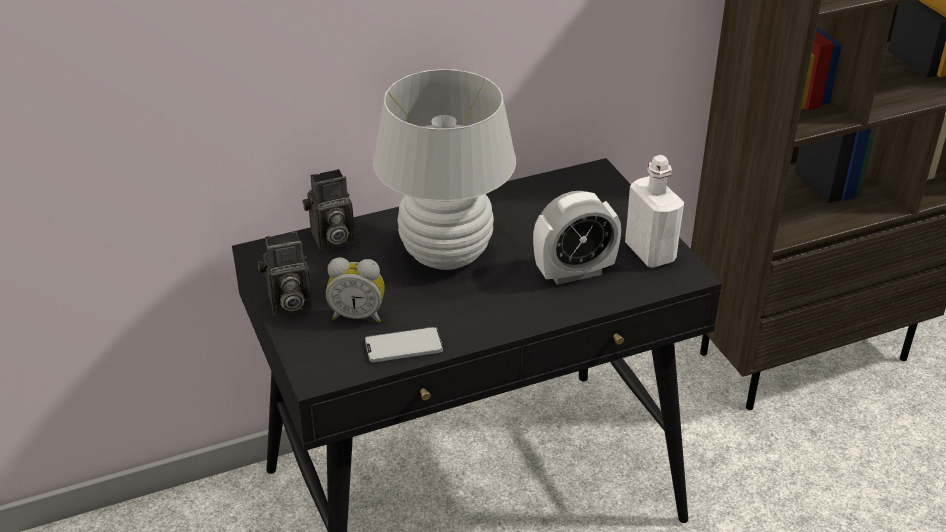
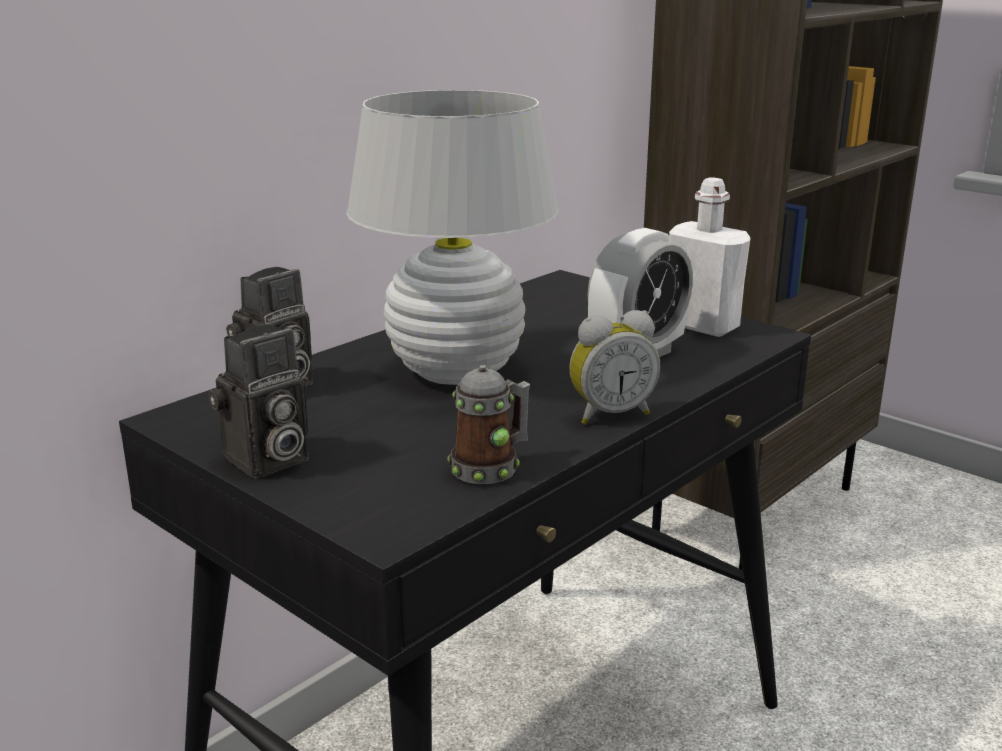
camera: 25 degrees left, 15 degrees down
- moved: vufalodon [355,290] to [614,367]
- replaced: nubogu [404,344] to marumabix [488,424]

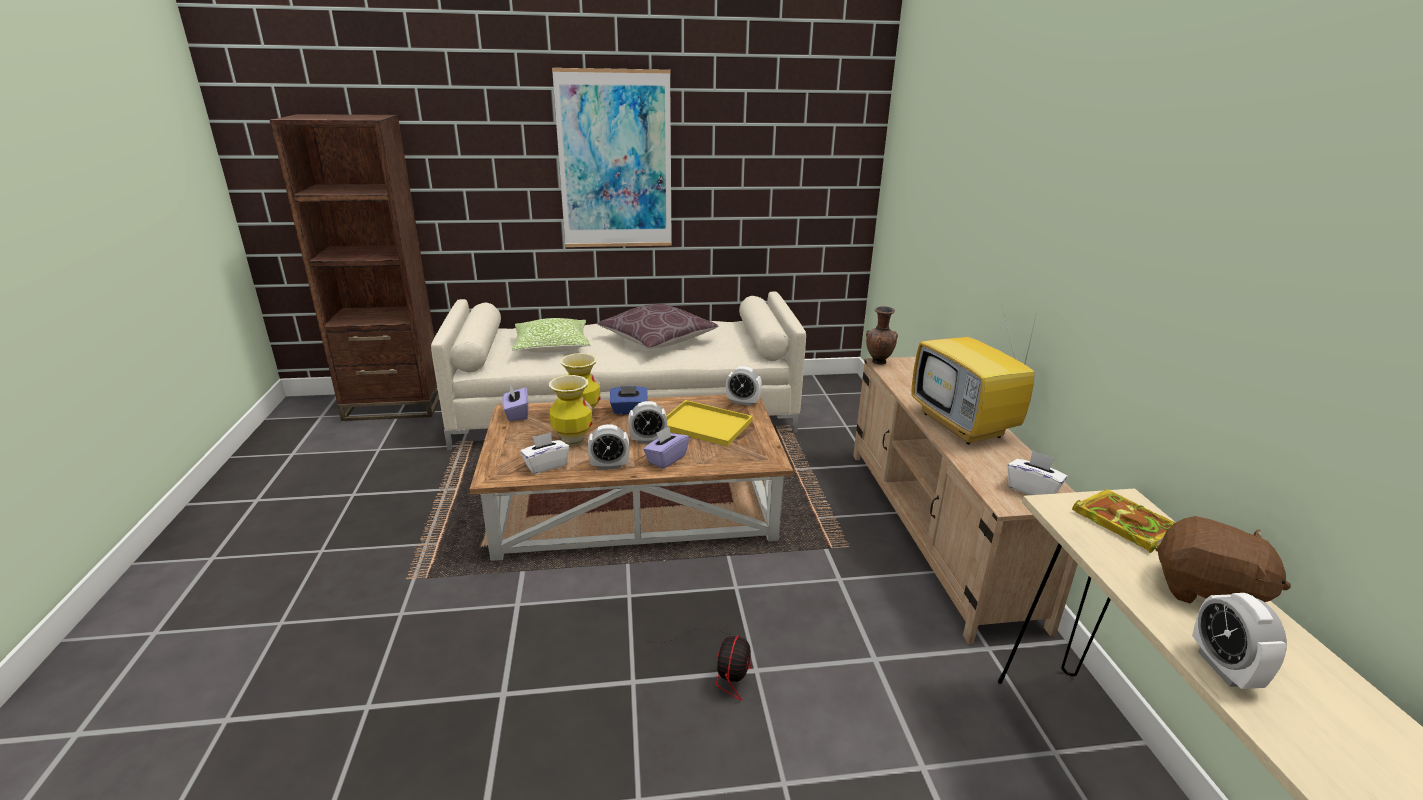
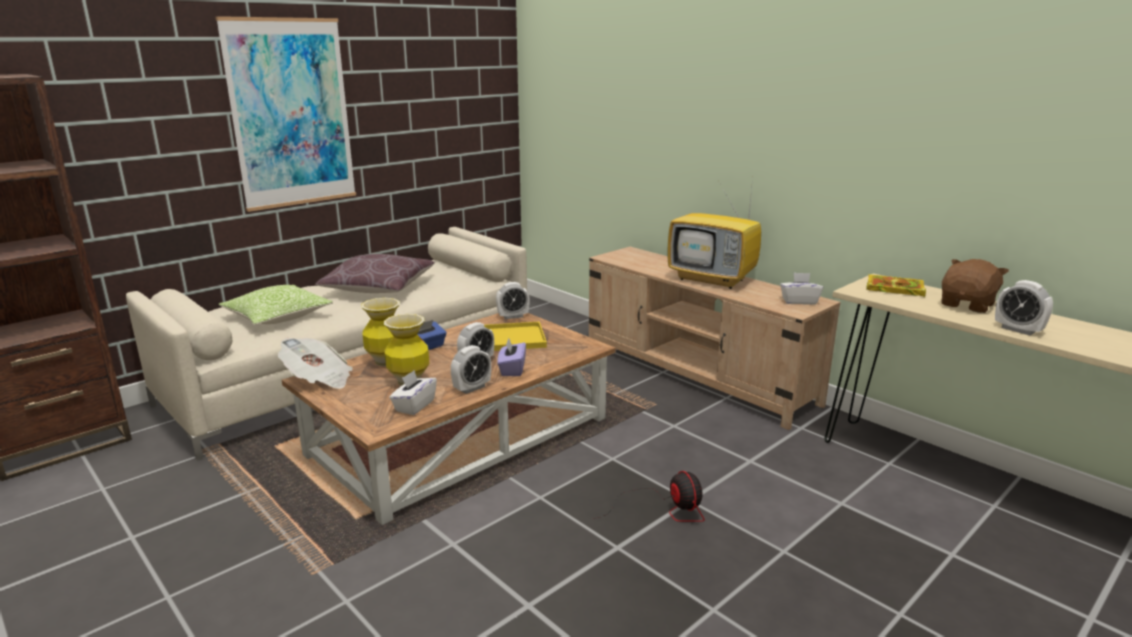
camera: 35 degrees left, 5 degrees down
- removed: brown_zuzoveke [882,335]
- replaced: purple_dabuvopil [515,402] to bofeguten [315,363]
- turned: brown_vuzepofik [1223,559] = [975,286] 45 degrees counterclockwise

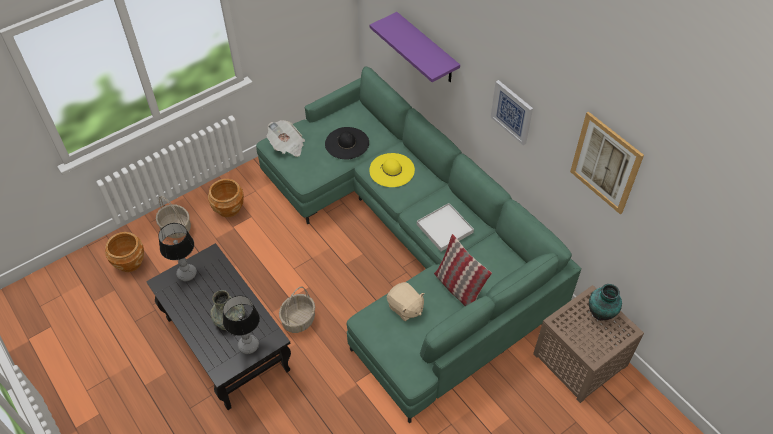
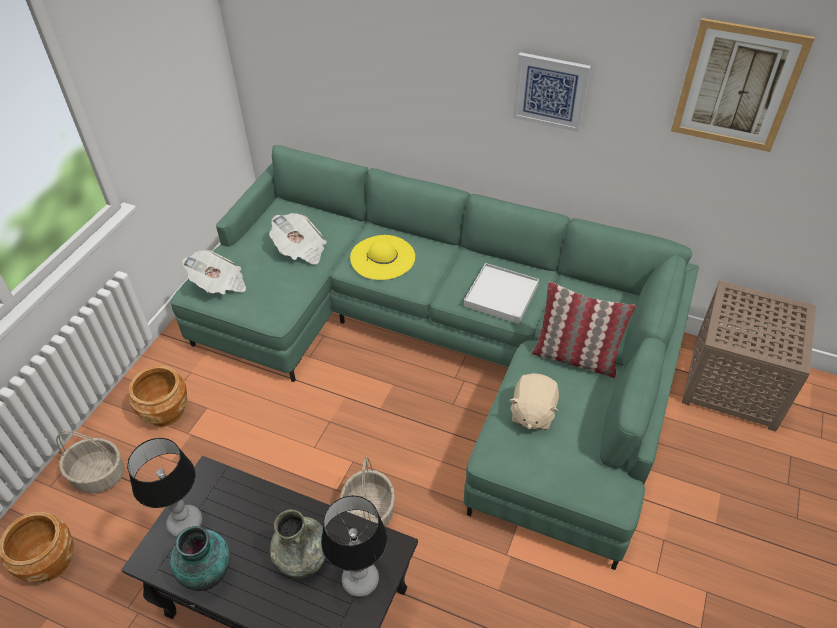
camera: 30 degrees left, 5 degrees down
- removed: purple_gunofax [415,47]
- moved: zuzoveke [605,302] to [200,558]
- replaced: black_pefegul [347,143] to bofeguten [298,239]
- turned: beige_vuzepofik [406,301] = [534,401] 90 degrees clockwise

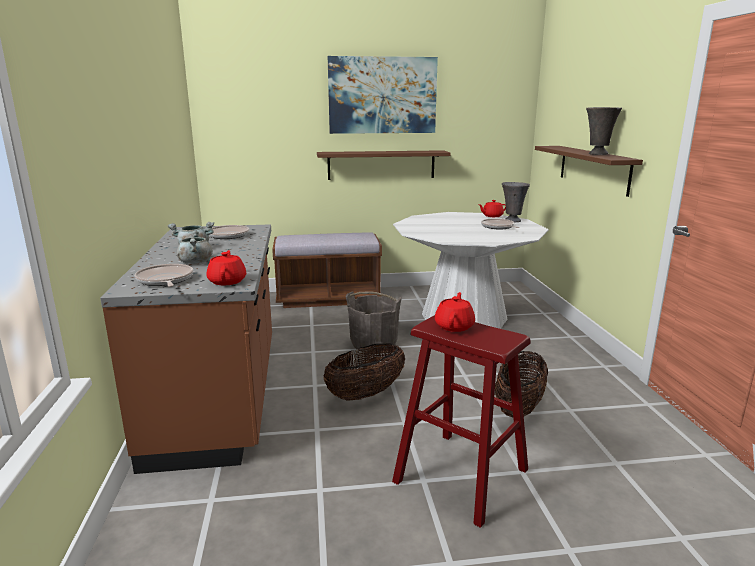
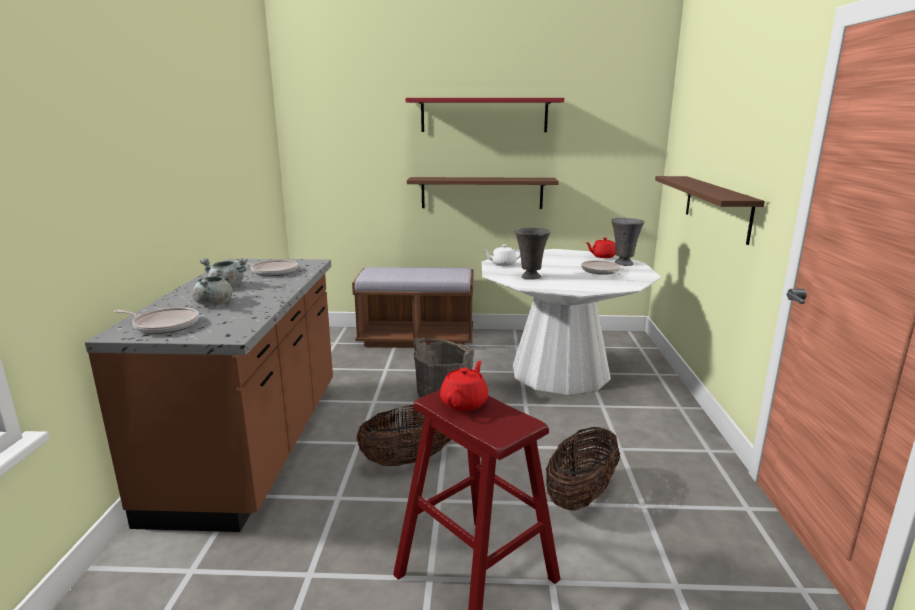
camera: 10 degrees right, 0 degrees up
- removed: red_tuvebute [226,267]
- added: white_tuvebute [502,255]
- moved: grey_zuzoveke [604,131] to [533,253]
- replaced: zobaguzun [383,95] to red_gunofax [484,115]
- turned: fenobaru [164,275] = [156,320] 120 degrees clockwise

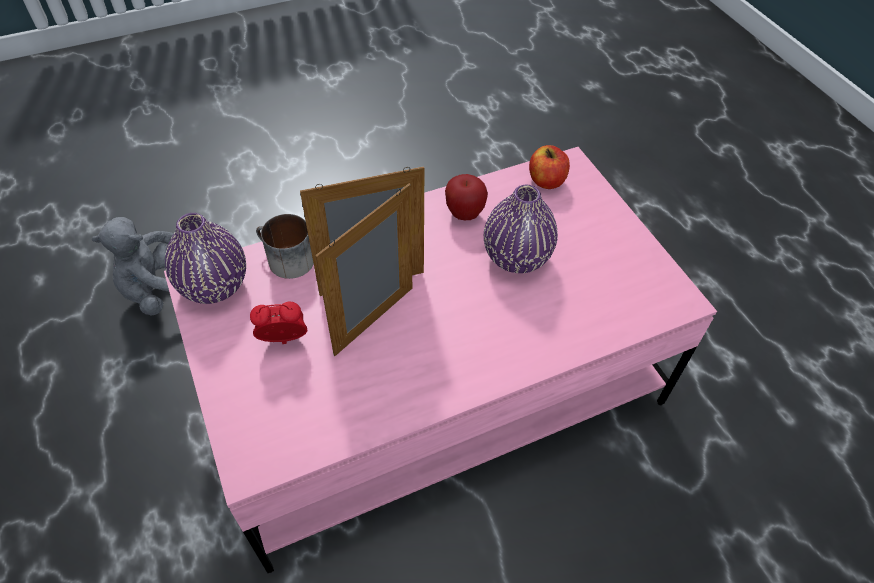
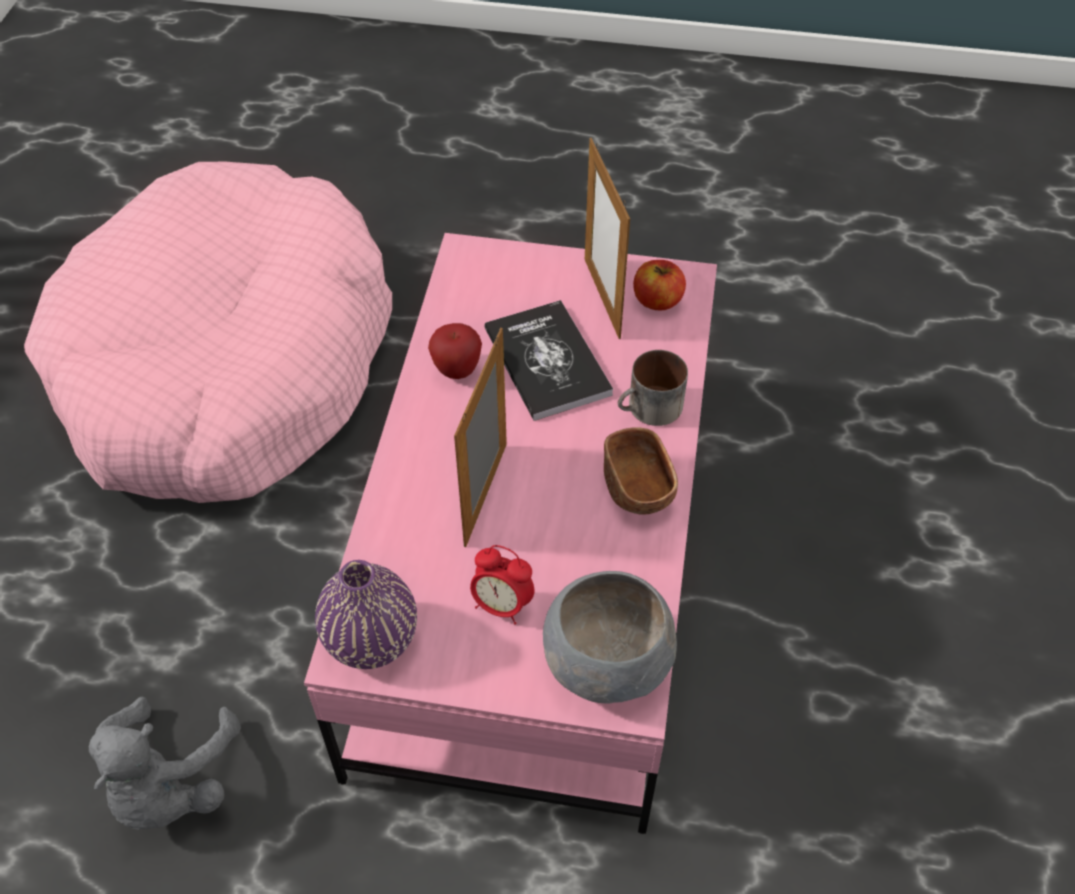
camera: 55 degrees left, 0 degrees up
- added: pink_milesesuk [208,332]
- added: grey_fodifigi [610,637]
- added: brown_fodifigi [641,471]
- moved: marumabix [285,246] to [653,388]
- moved: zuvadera [363,269] to [607,238]
- moved: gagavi [549,167] to [659,285]
- replaced: purple_zuzoveke [521,229] to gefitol [548,360]
- turned: vufalodon [278,323] = [502,585] 90 degrees counterclockwise

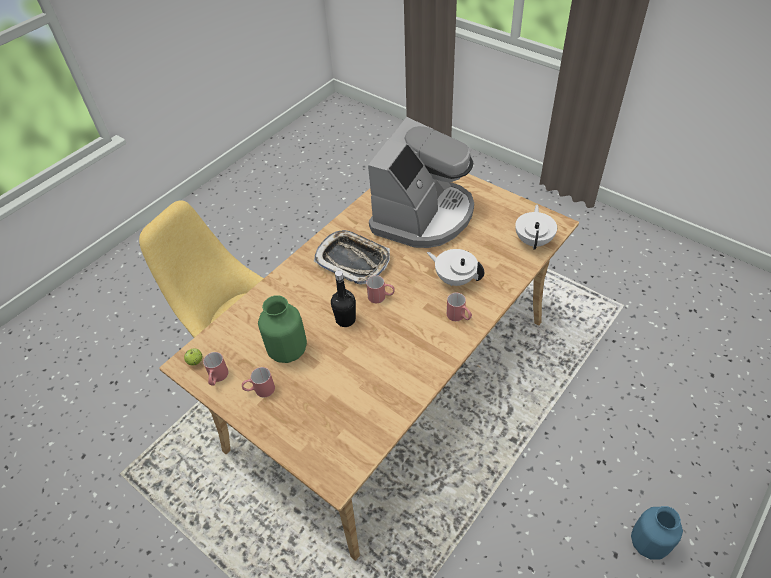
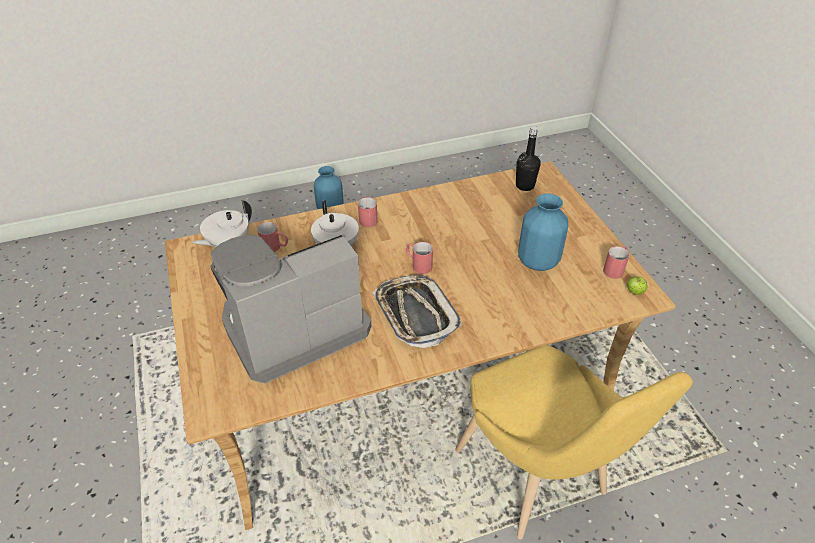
camera: 150 degrees left, 5 degrees down
- moved: red_marumabix [258,382] to [272,237]
- moved: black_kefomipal [343,298] to [528,158]
- recoloured: green_zuzoveke [282,329] to blue_zuzoveke [543,232]

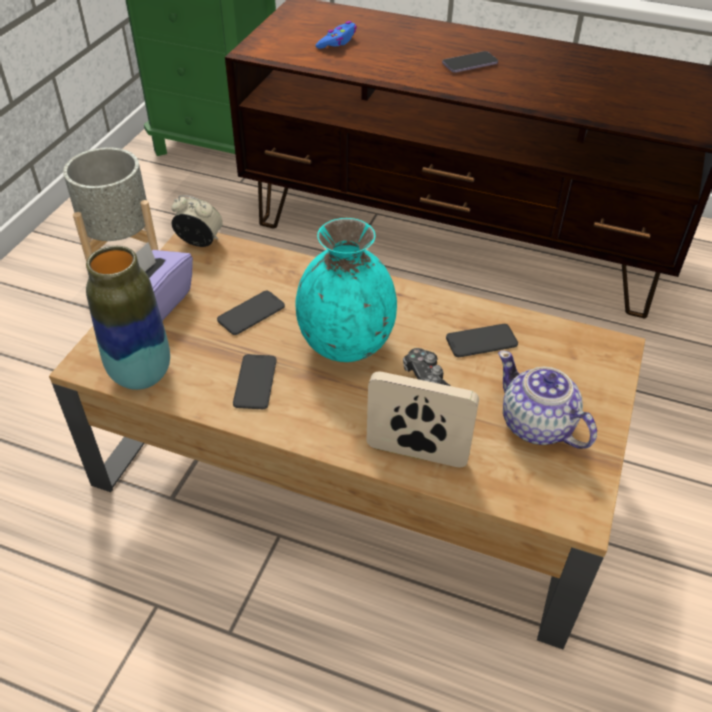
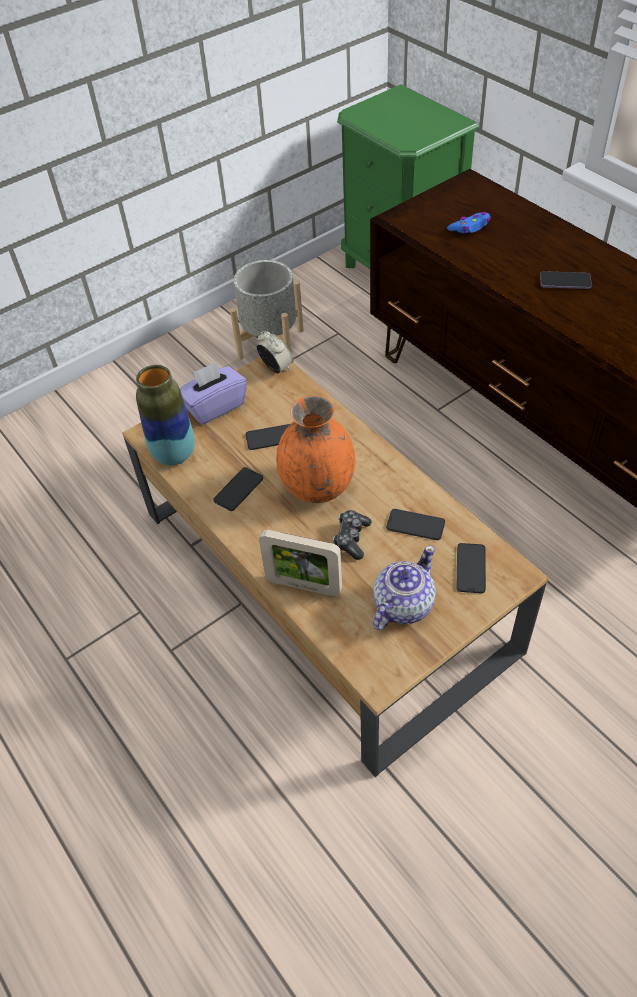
camera: 35 degrees right, 5 degrees up
- added: nubogu [471,568]
- recoloured: turquoise_zuzoveke [346,290] to orange_zuzoveke [315,449]
- turned: zuvadera [423,419] = [300,563] 150 degrees clockwise
- turned: tuvebute [547,400] = [404,587] 45 degrees clockwise

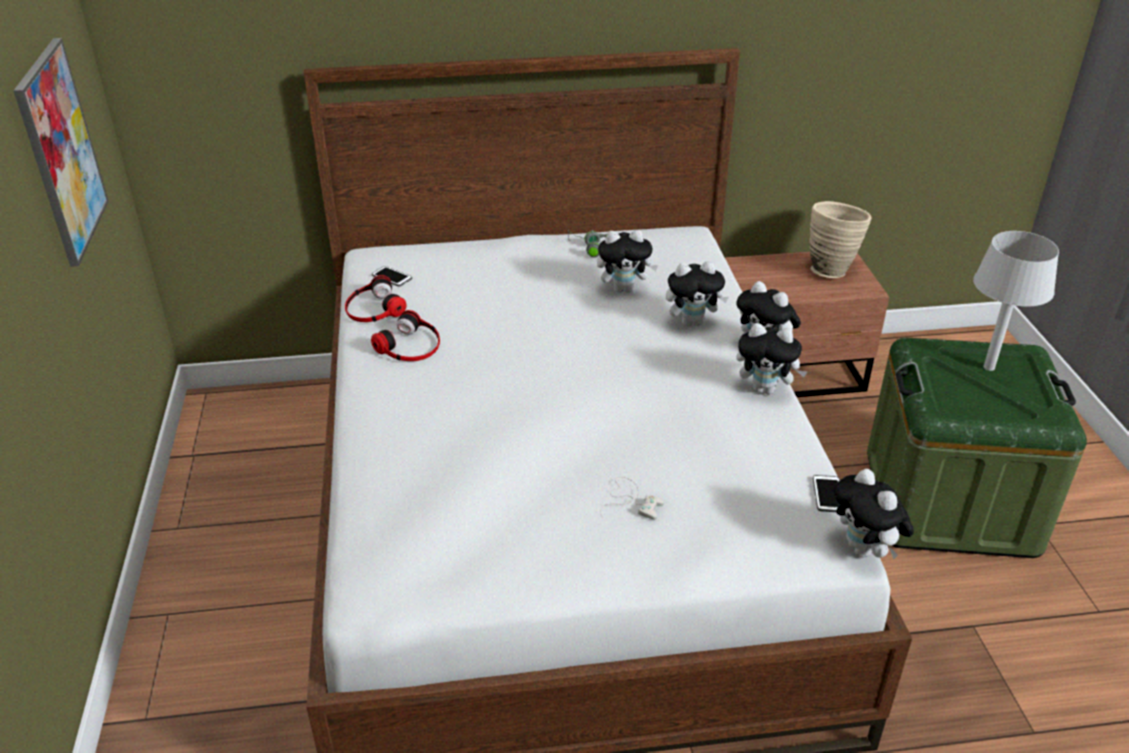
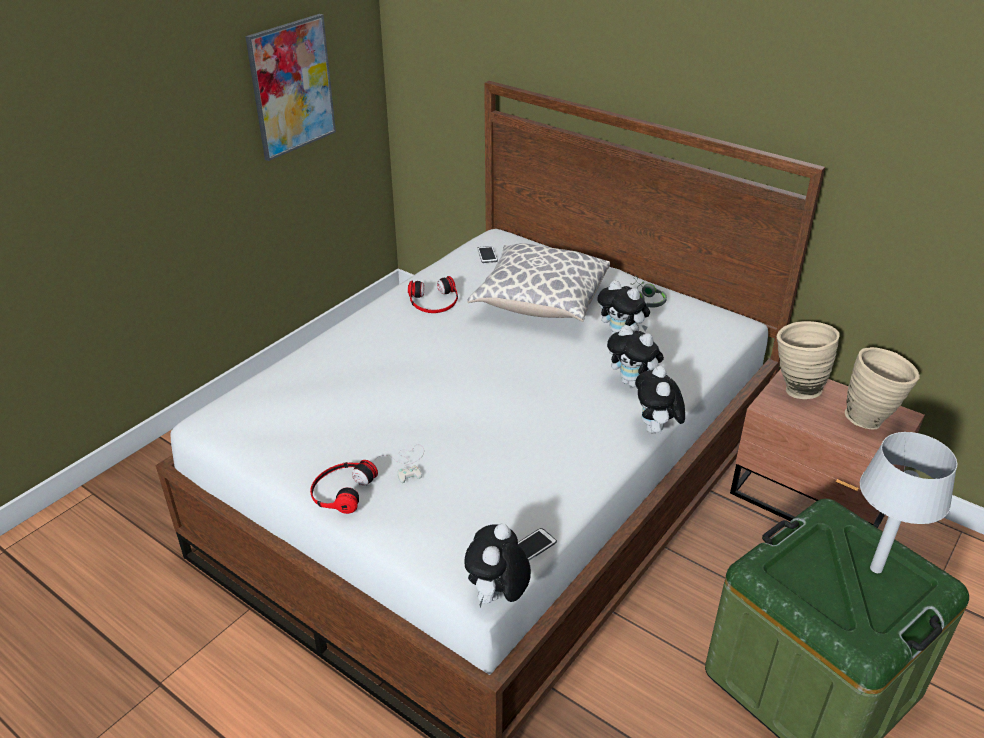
camera: 45 degrees right, 0 degrees up
- removed: vuzepofik [772,359]
- added: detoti [538,282]
- added: beige_zuzoveke [808,360]
- moved: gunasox [375,298] to [344,487]

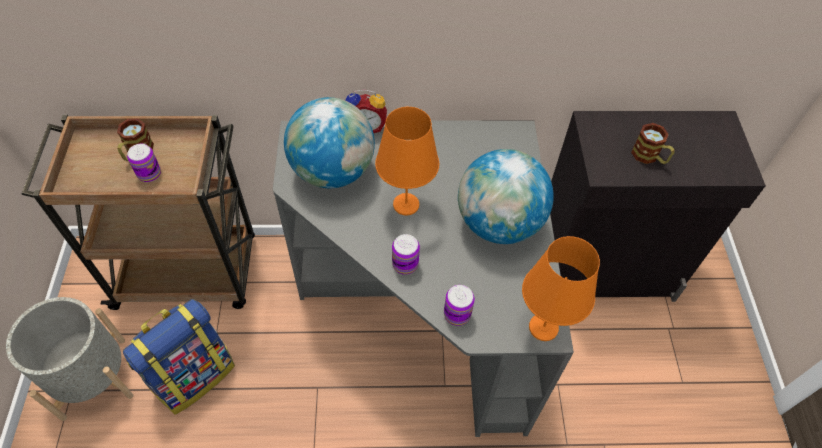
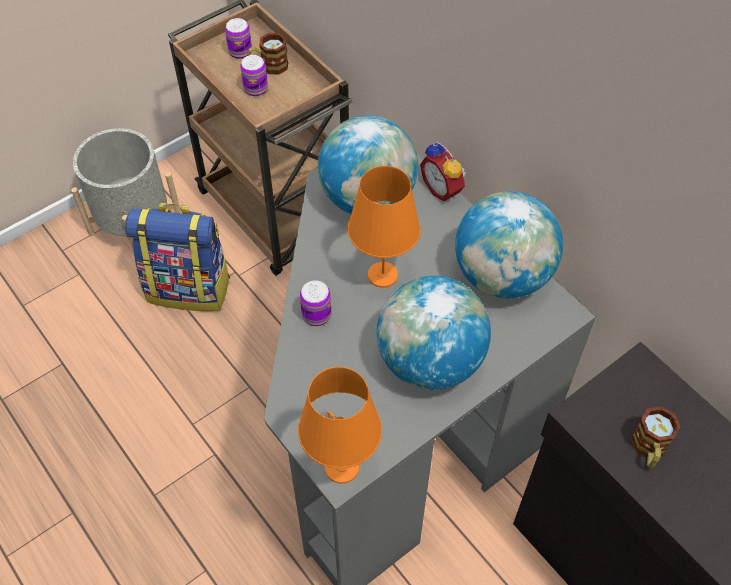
camera: 55 degrees right, 0 degrees up
- added: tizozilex [509,244]
- moved: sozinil [459,305] to [238,38]

